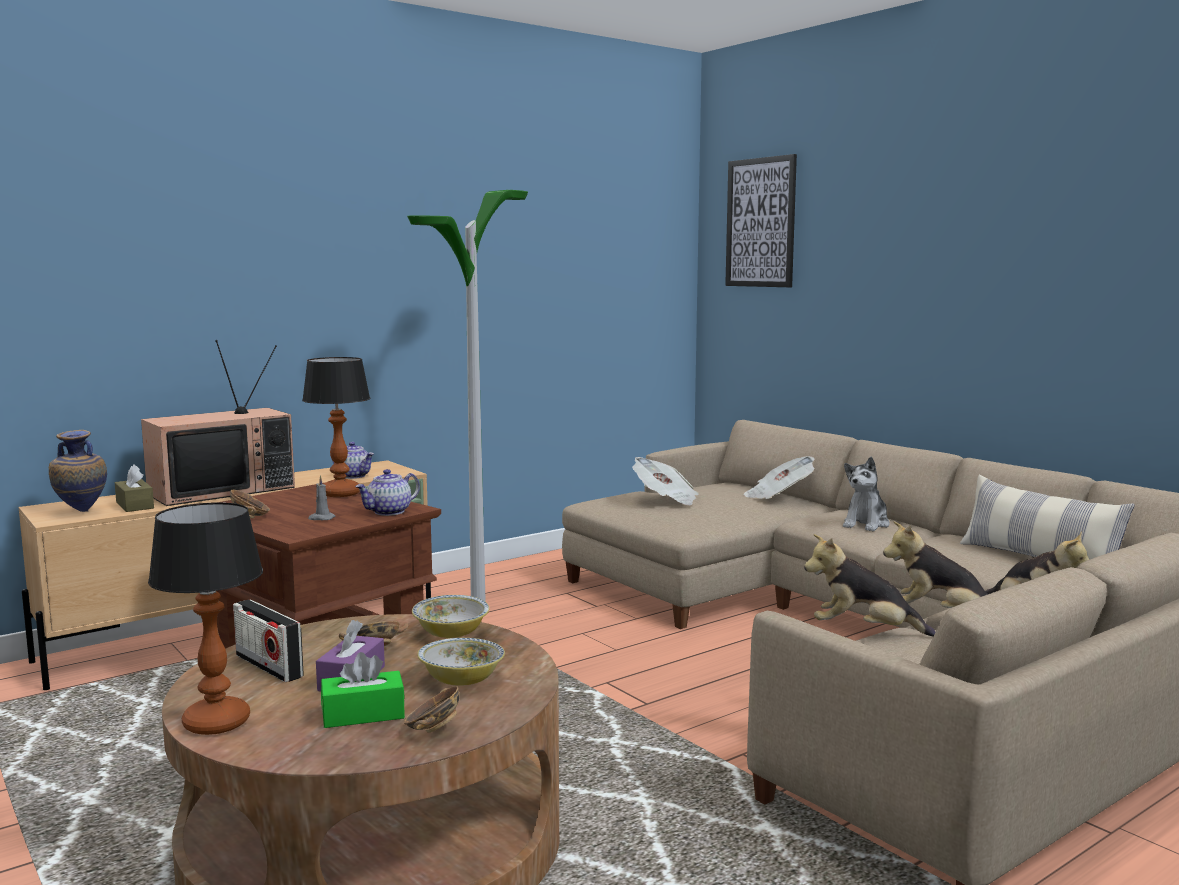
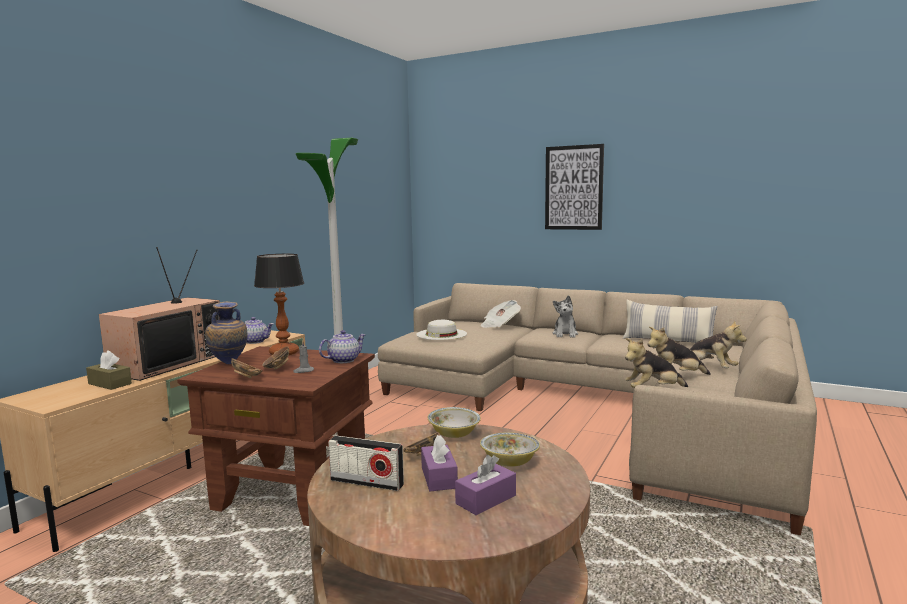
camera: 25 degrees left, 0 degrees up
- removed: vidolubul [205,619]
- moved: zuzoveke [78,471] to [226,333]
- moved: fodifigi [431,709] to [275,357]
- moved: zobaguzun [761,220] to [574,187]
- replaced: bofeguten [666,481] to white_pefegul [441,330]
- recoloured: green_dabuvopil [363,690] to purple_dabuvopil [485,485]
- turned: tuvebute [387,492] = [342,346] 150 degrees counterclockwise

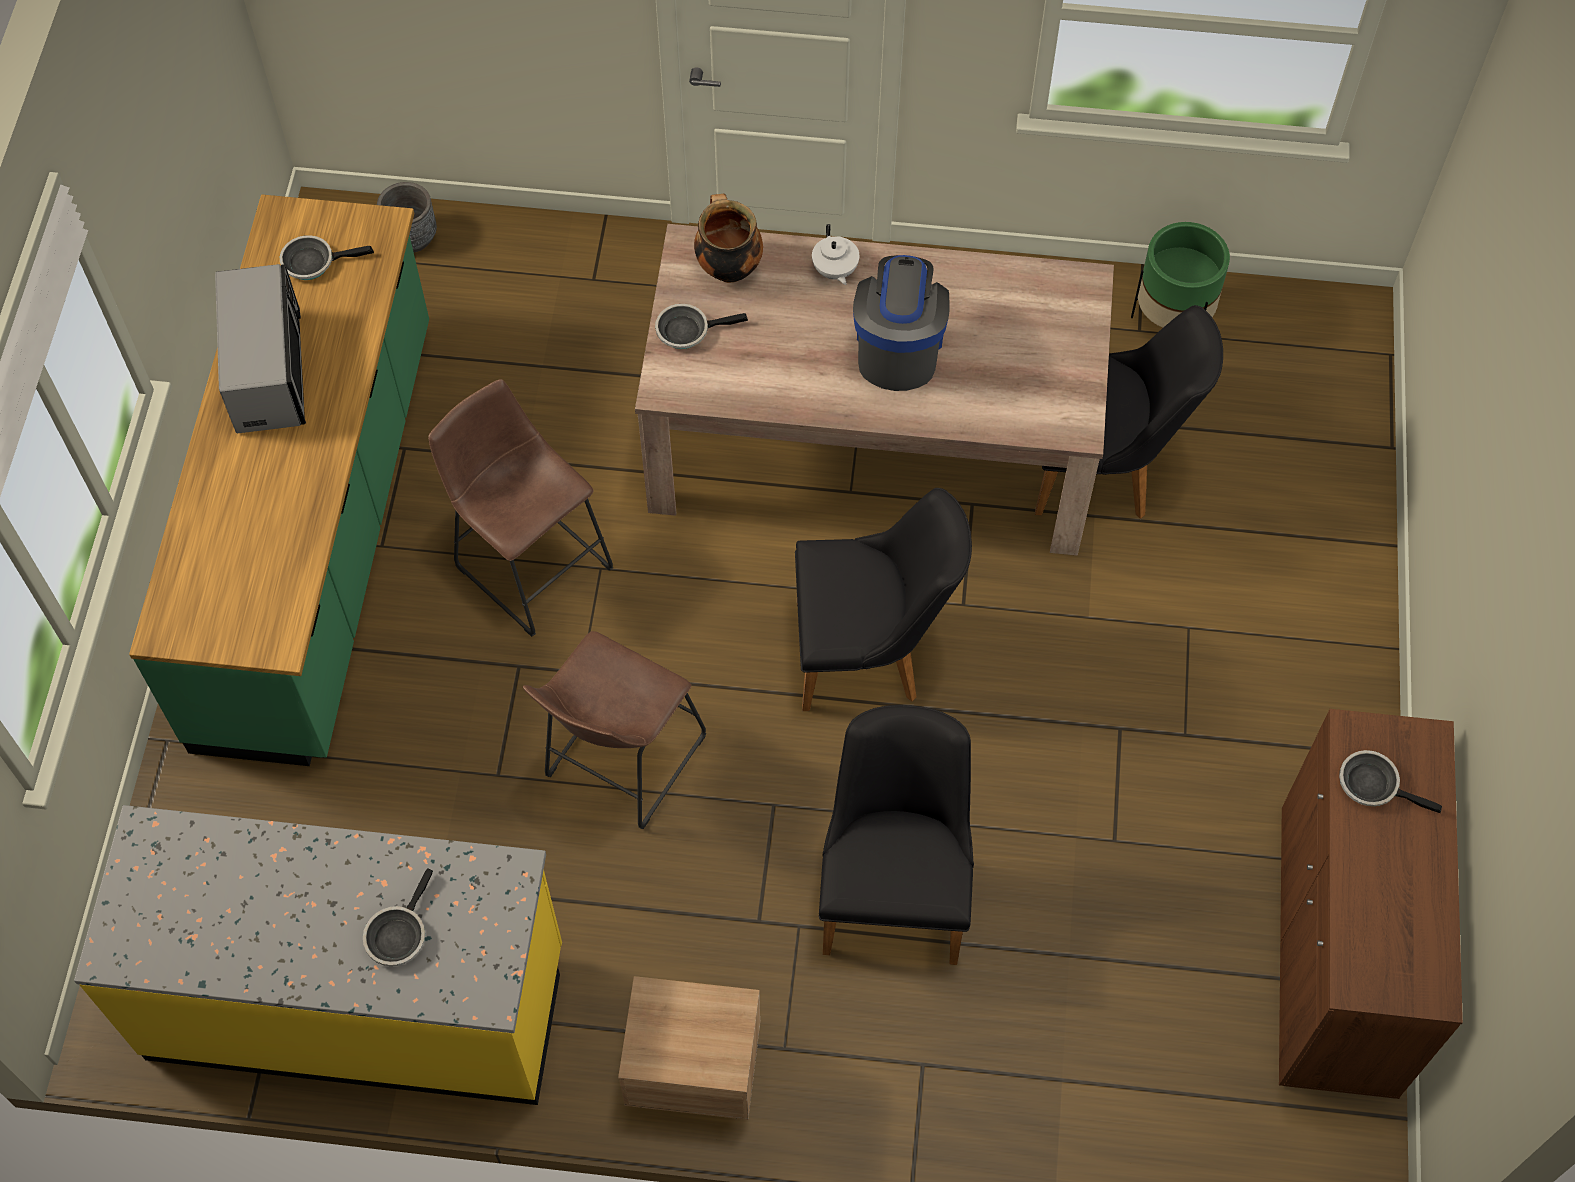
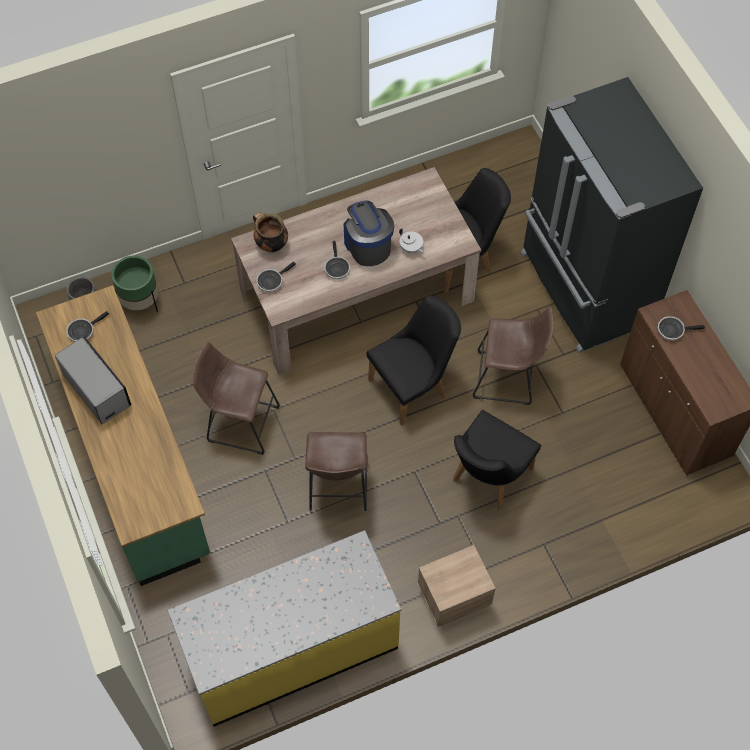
camera: 30 degrees left, 0 degrees up
- added: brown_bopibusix [513,356]
- added: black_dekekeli [611,215]
- moved: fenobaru [398,917] to [337,260]
- moved: white_tuvebute [835,254] to [412,240]
- moved: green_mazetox [1180,275] to [135,284]
- turned: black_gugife [896,835] = [497,459] 120 degrees counterclockwise

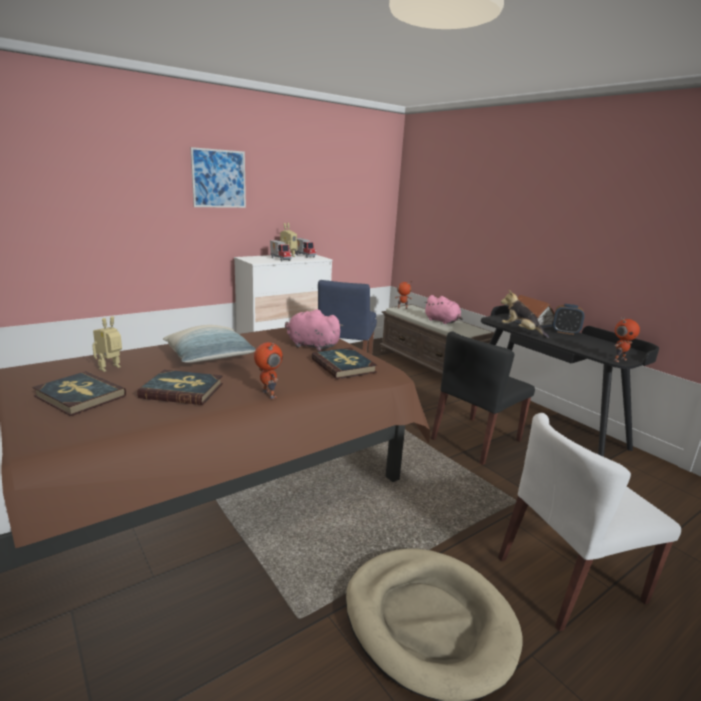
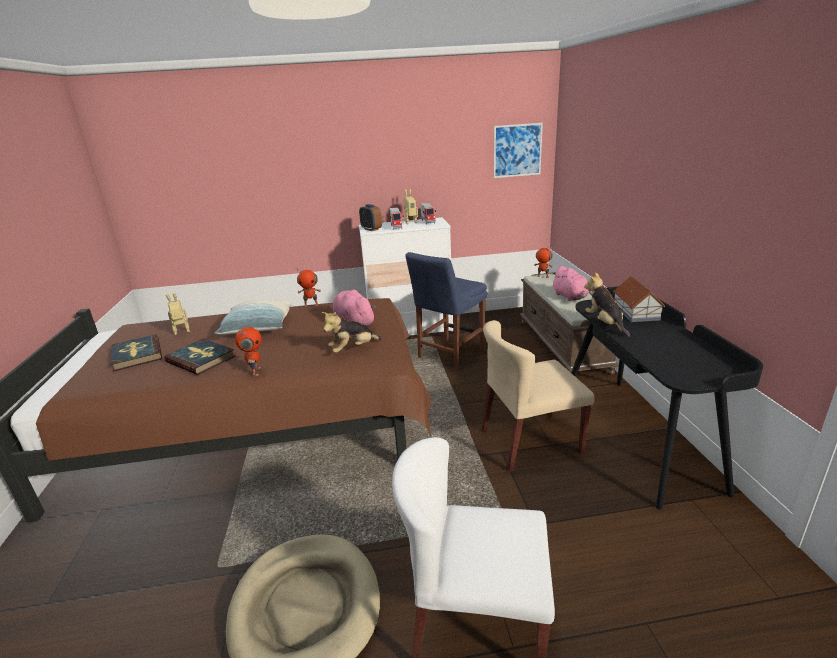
camera: 30 degrees right, 5 degrees up
- moved: zobaguzun [218,177] to [518,150]
- moved: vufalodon [569,319] to [370,217]
- moved: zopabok [627,339] to [309,287]
- replaced: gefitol [344,363] to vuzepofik [352,332]
- recoloured: black_gugife [483,398] to beige_gugife [538,396]

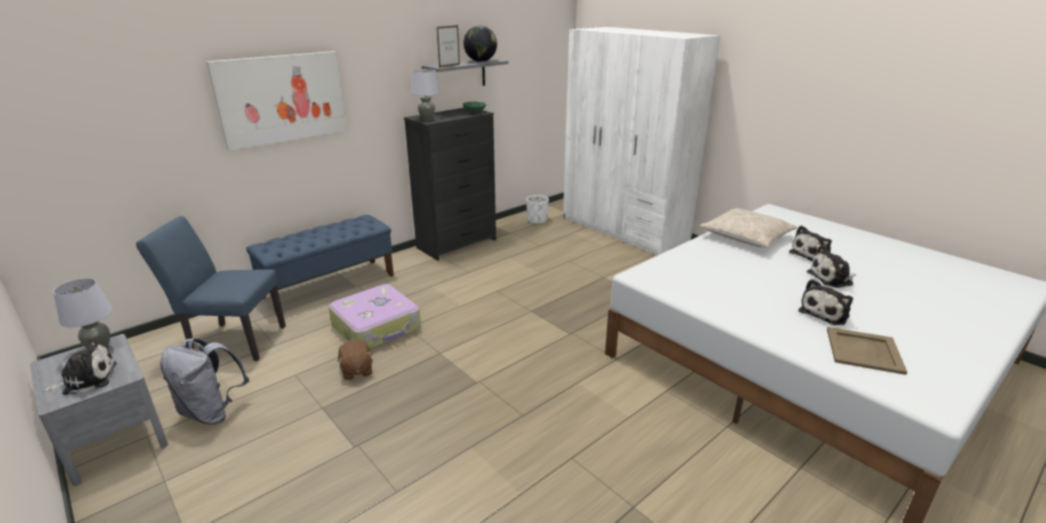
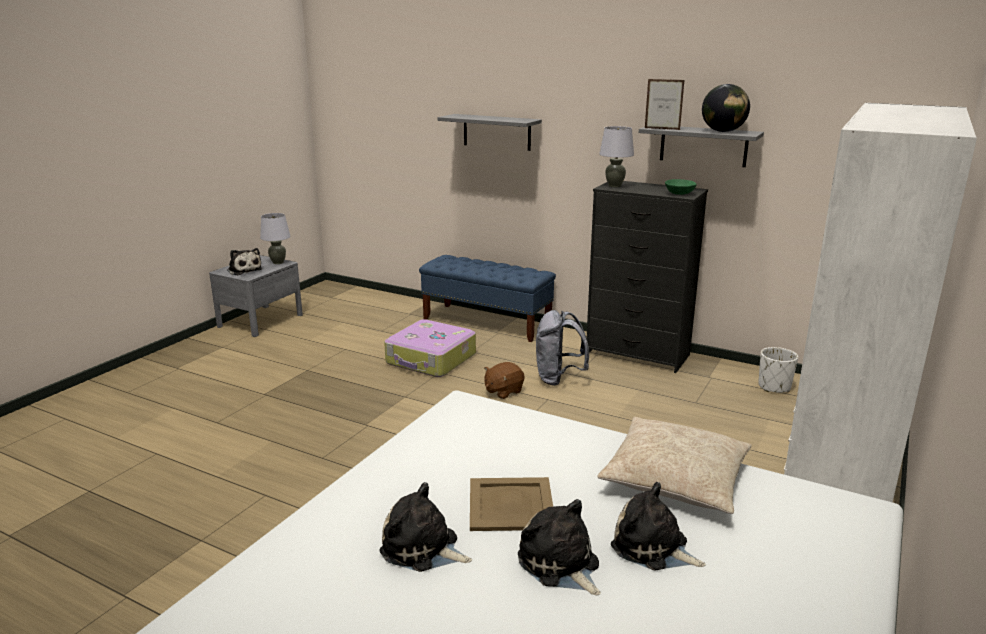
camera: 70 degrees right, 5 degrees down
- removed: blue_gugife [211,288]
- moved: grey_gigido [204,381] to [562,348]
- moved: brown_vuzepofik [355,360] to [504,380]
- moved: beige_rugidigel [867,351] to [511,504]
- replaced: zobaguzun [276,100] to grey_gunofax [490,132]

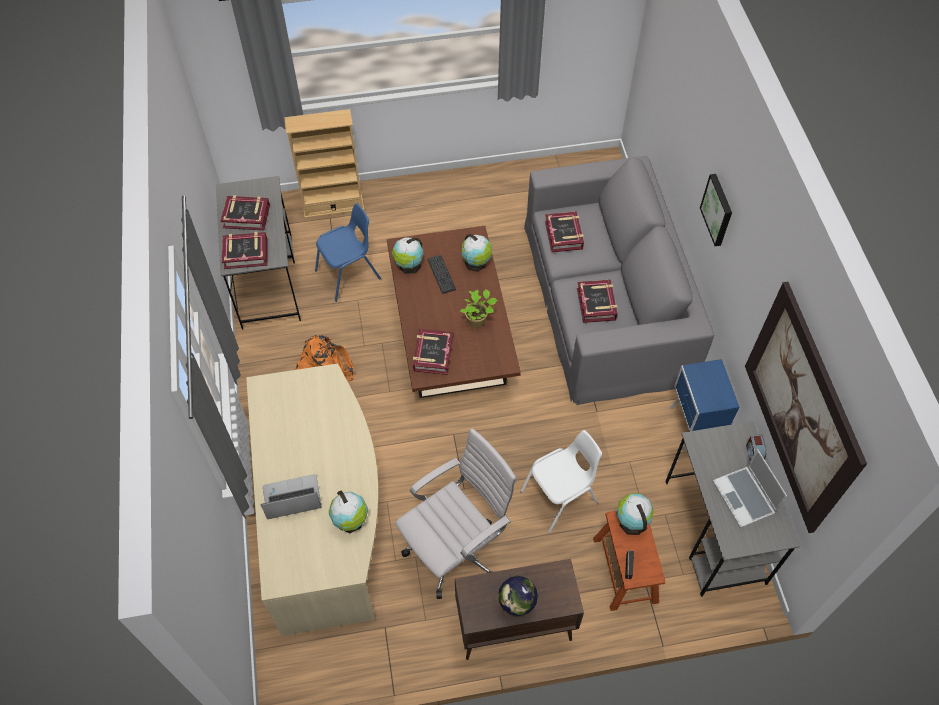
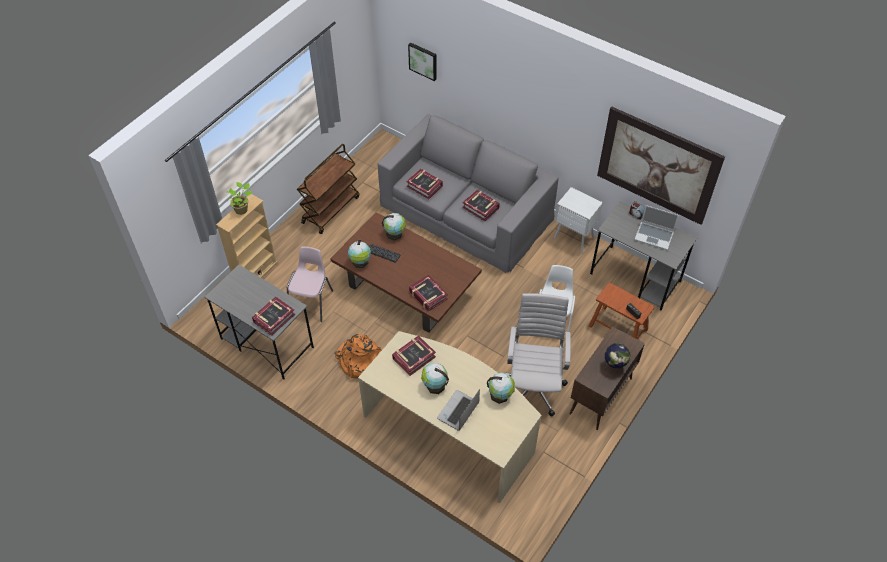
camera: 45 degrees left, 5 degrees down
- added: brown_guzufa [328,189]
- moved: gefitol [245,212] to [414,355]
- moved: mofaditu [478,308] to [239,198]
- moved: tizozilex [635,514] to [435,378]
- moved: zobaguzun [716,210] to [422,61]
- recoloured: blue_gugife [348,252] to pink_gugife [310,284]
- recoloured: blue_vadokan [704,404] to white_vadokan [578,220]

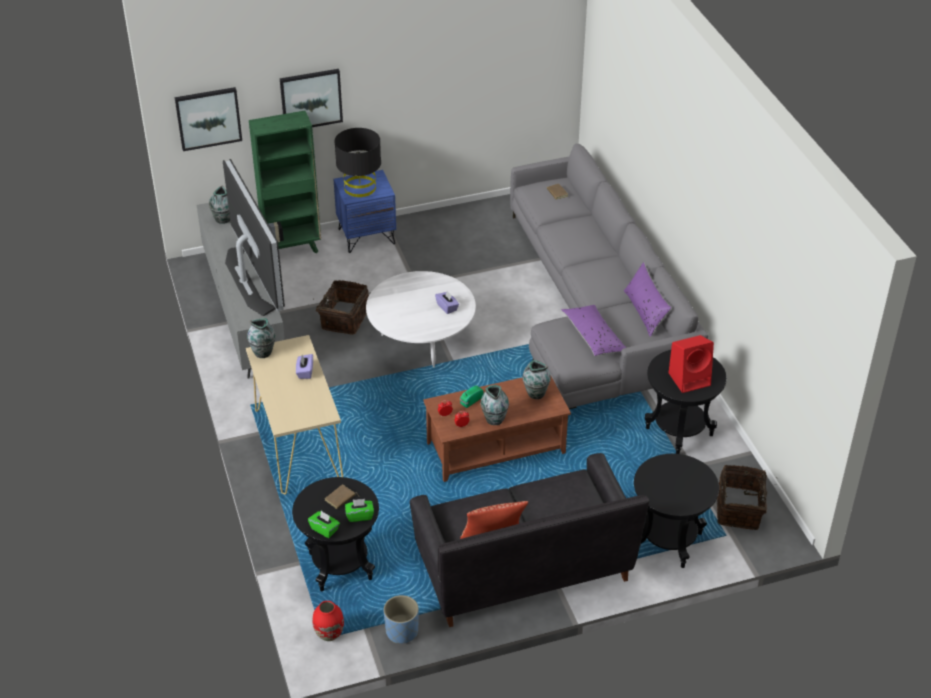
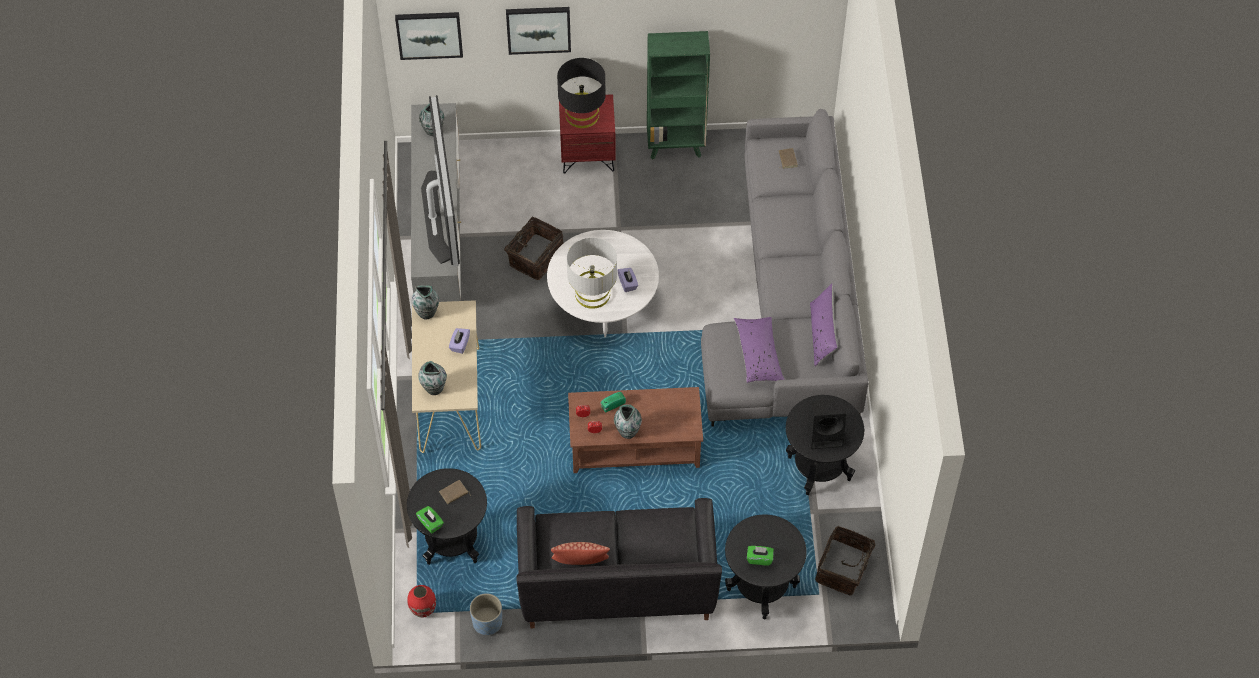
camera: 15 degrees right, 15 degrees up
- added: grey_vidolubul [592,273]
- moved: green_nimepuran [285,182] to [678,95]
- moved: green_dabuvopil [359,510] to [760,556]
- moved: zuzoveke [536,379] to [432,378]
- recoloured: blue_vadokan [364,211] to red_vadokan [587,133]
- recoloured: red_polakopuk [691,364] to black_polakopuk [826,424]

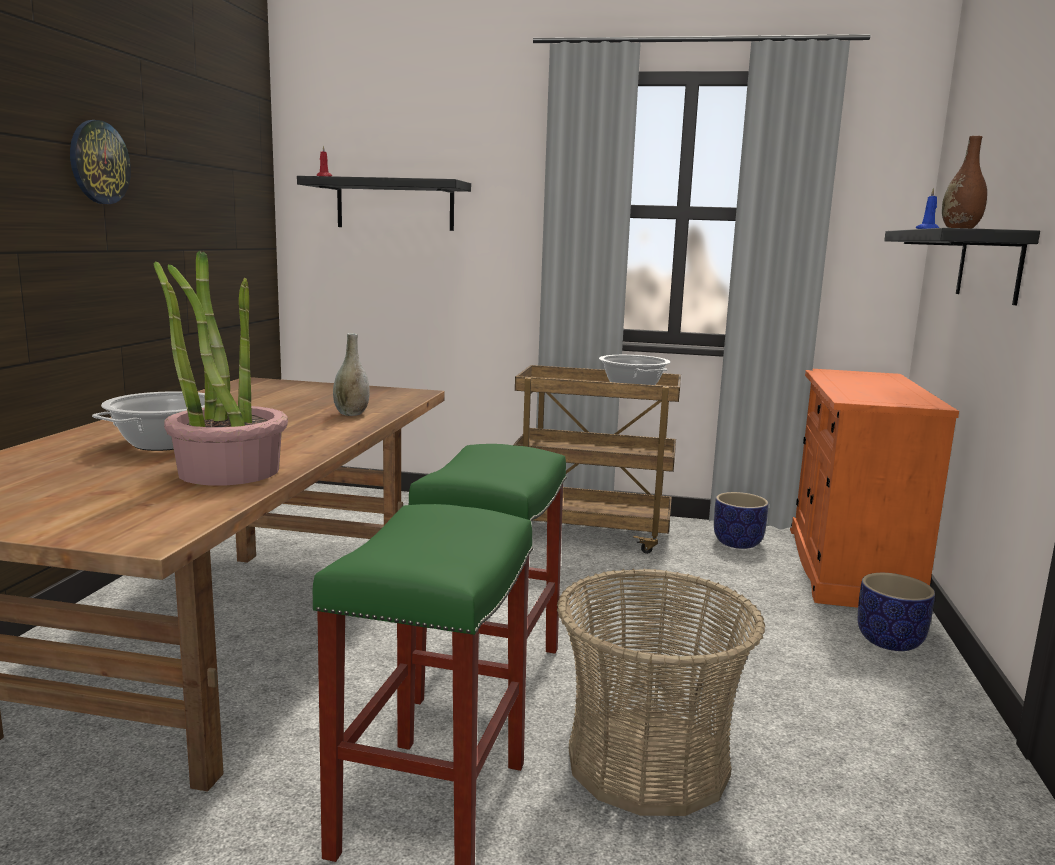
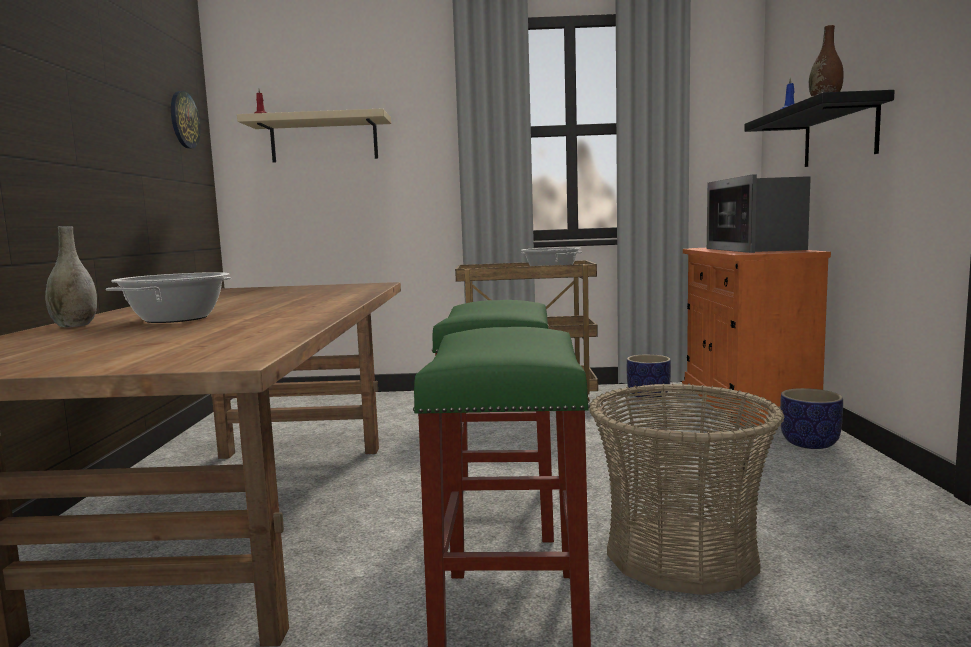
camera: 10 degrees left, 5 degrees down
- removed: mofaditu [221,368]
- added: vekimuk [759,213]
- moved: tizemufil [100,162] to [186,120]
- moved: grey_zuzoveke [351,374] to [71,276]
- recoloured: black_gunofax [384,203] to beige_gunofax [314,135]

